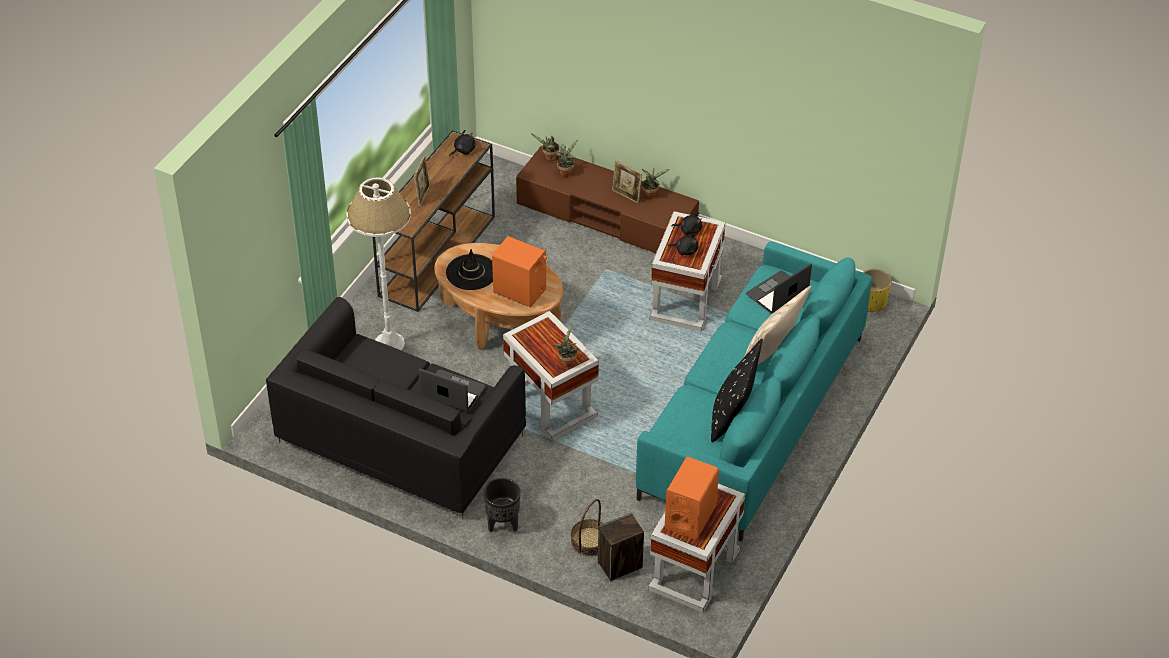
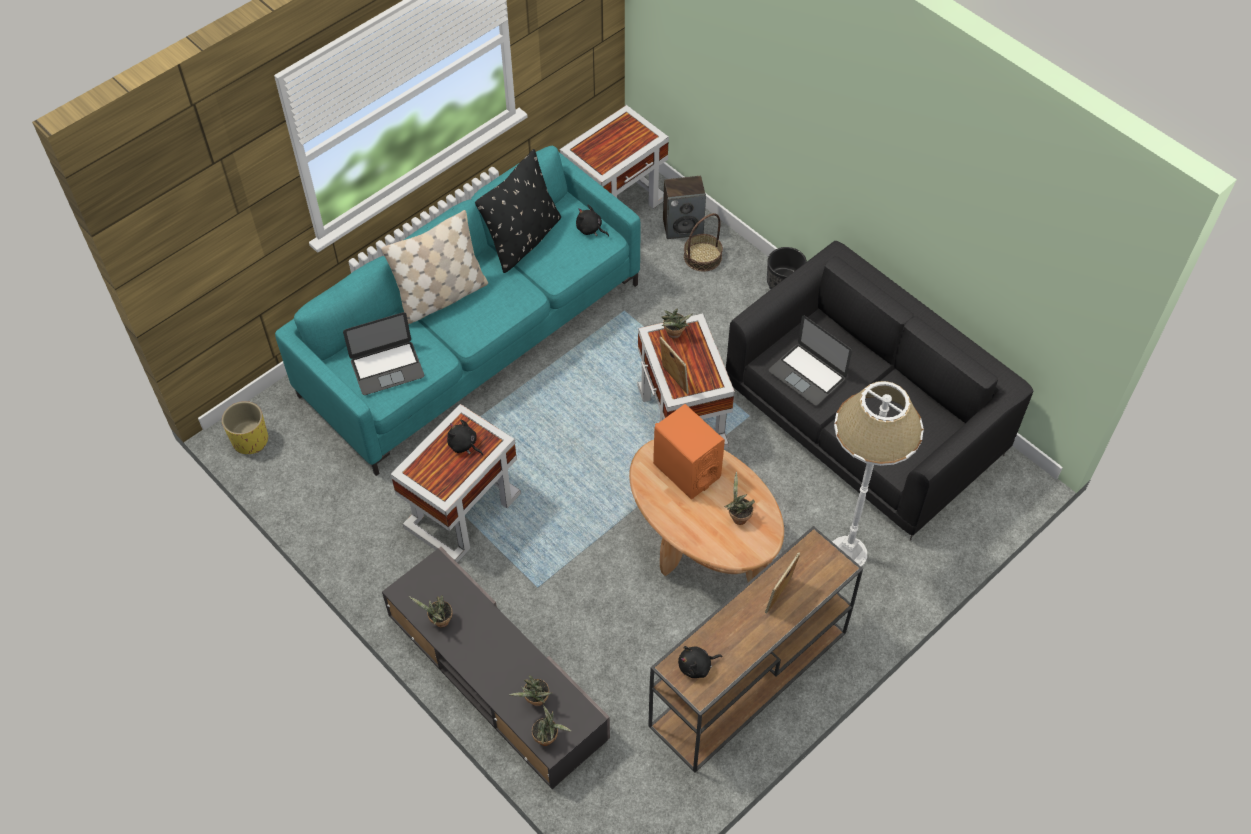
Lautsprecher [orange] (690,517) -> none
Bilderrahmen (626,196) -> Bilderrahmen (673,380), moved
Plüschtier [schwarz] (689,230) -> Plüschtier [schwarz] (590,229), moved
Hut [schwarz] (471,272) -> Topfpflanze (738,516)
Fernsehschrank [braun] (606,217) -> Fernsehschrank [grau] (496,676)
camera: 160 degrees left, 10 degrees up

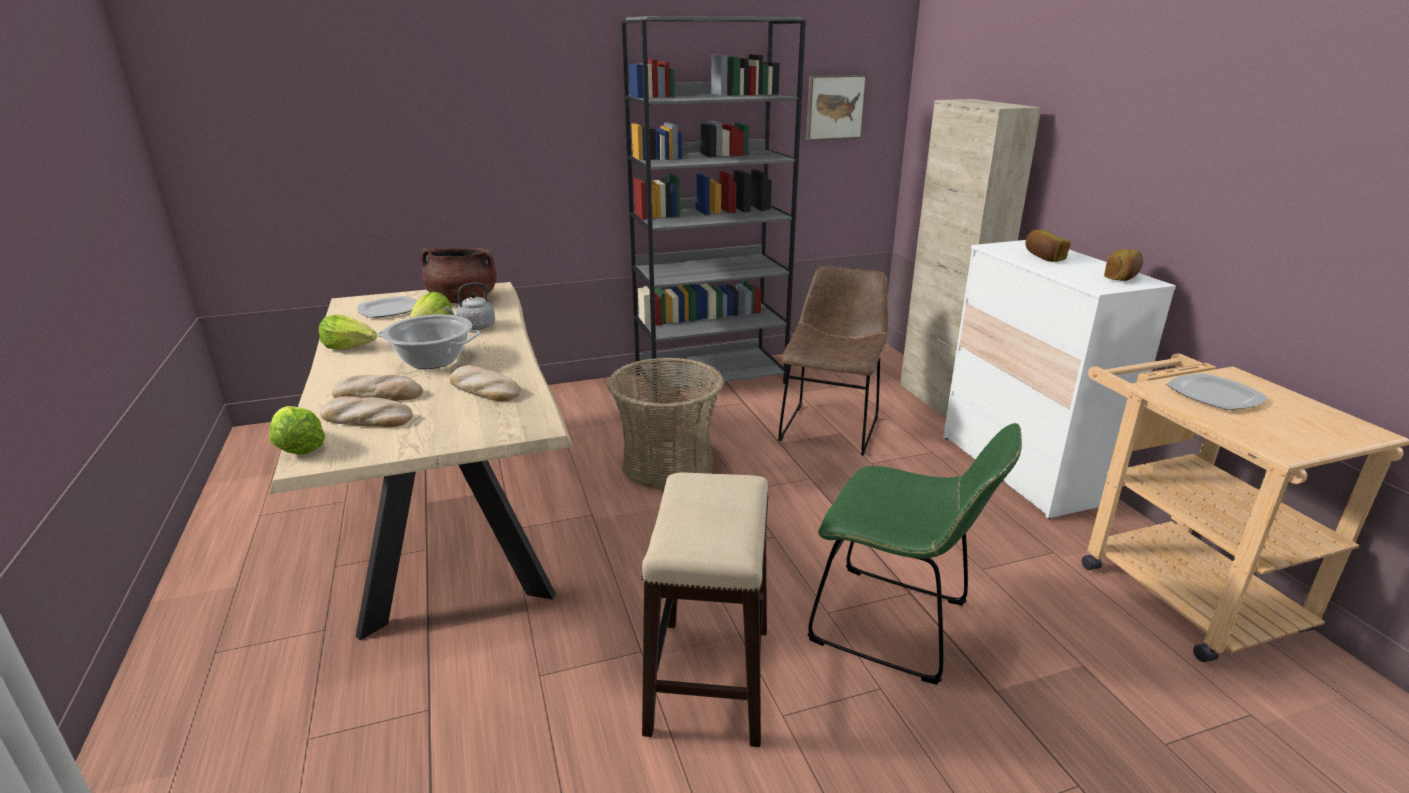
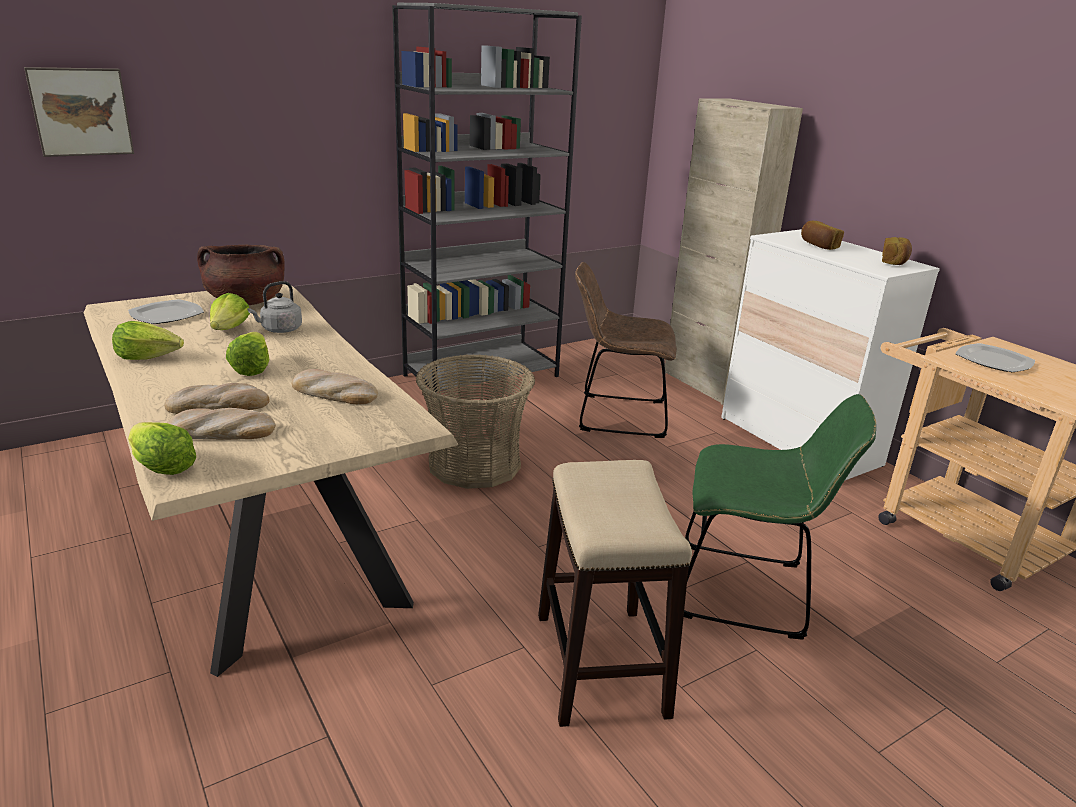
Bild (834,107) -> Bild (81,111), moved
Kochtopf (432,360) -> Salatkopf (255,366)
Stuhl [braun] (830,427) -> Stuhl [braun] (616,415), 90 degrees counterclockwise
camera: 15 degrees left, 0 degrees up

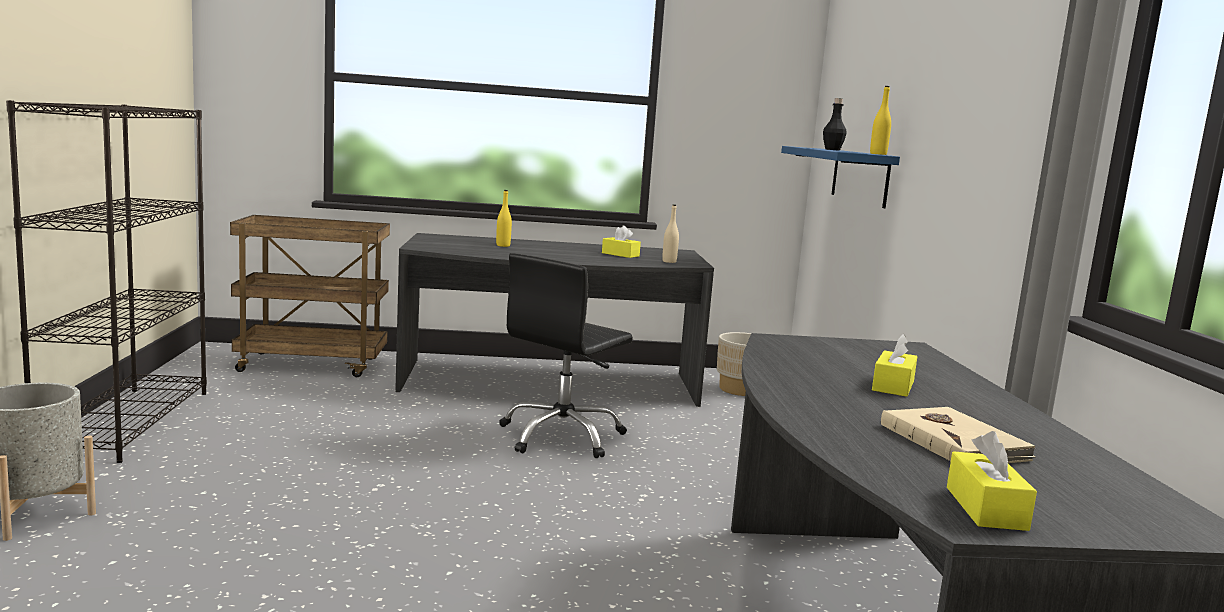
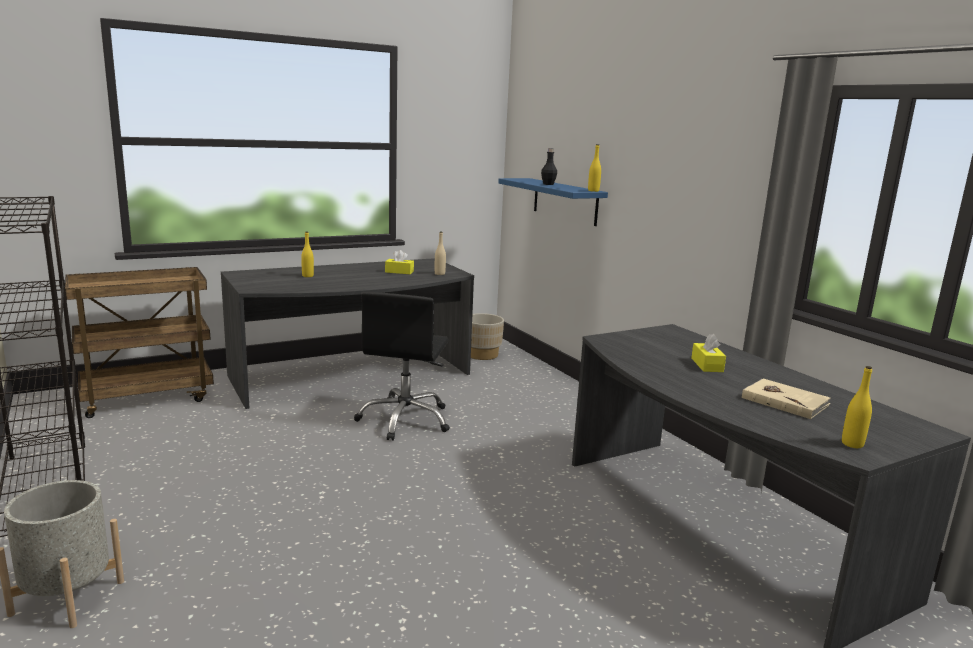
Taschentuchbox [gelb] (986,508) -> Flasche [gelb] (852,444)
camera: 25 degrees left, 5 degrees up

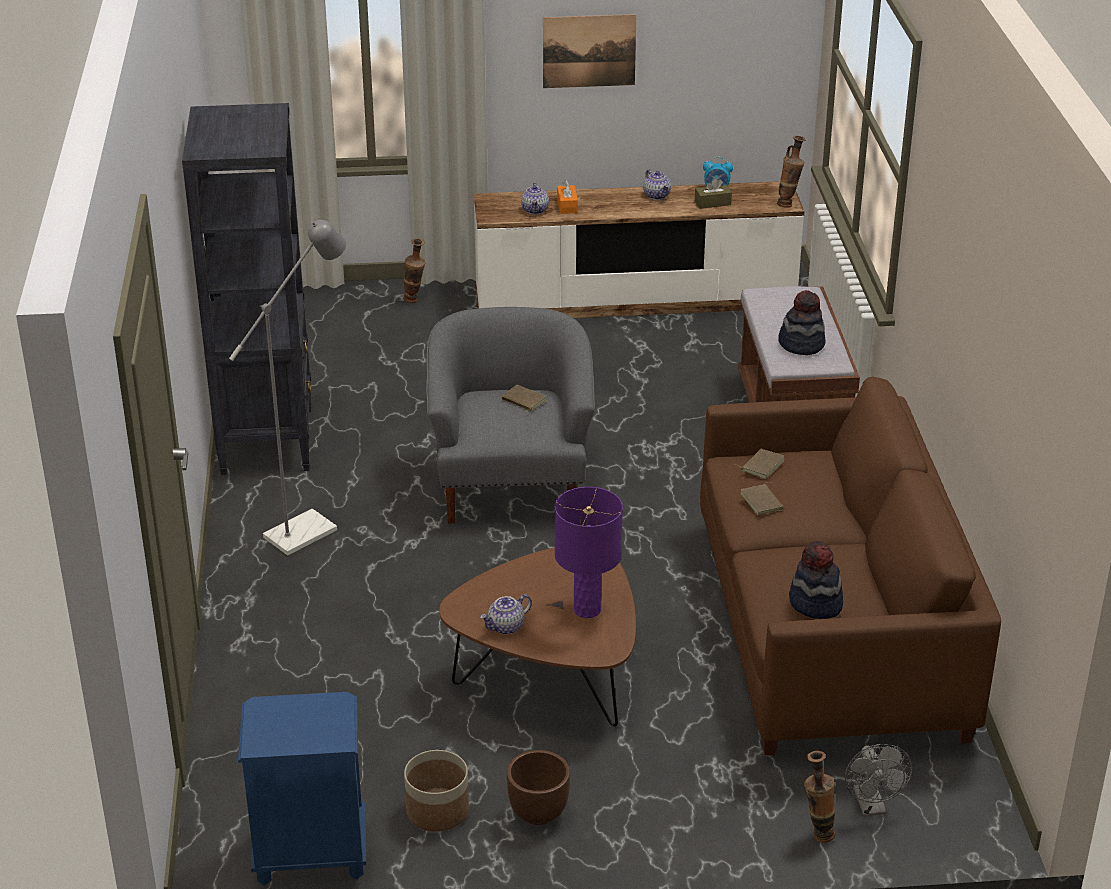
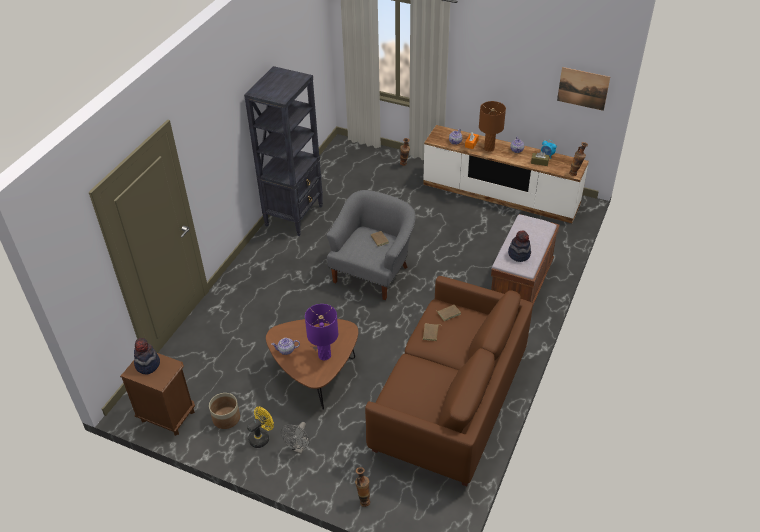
Stehlampe [grau] (310,528) -> none
none -> Tischlampe [braun] (489,148)
Bild (589,51) -> Bild (583,88), moved
Hut (815,604) -> Hut (147,364), moved
Ventilator [grau] (872,807) -> Ventilator [grau] (299,448), moved
Pflanzkübel [braun] (538,814) -> Ventilator [gelb] (261,437)
Nachttisch [blau] (310,854) -> Nachttisch [braun] (167,416)
camera: 30 degrees right, 10 degrees up

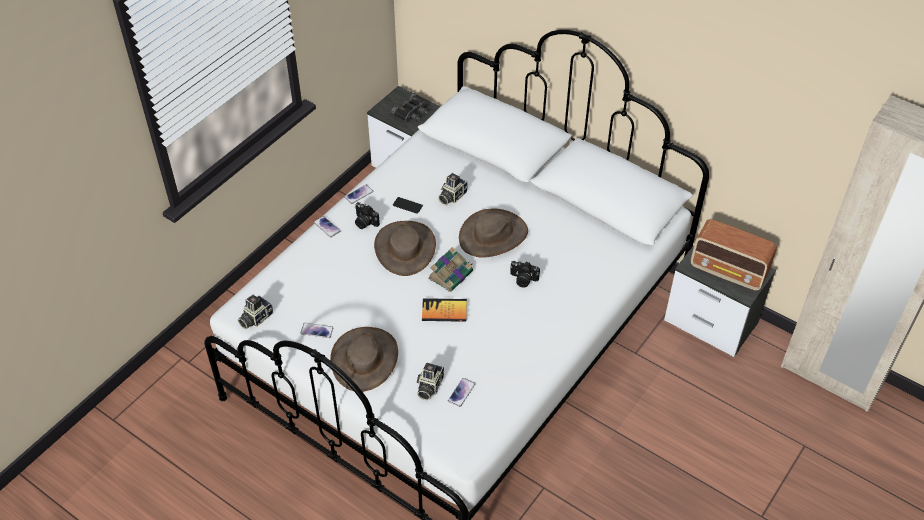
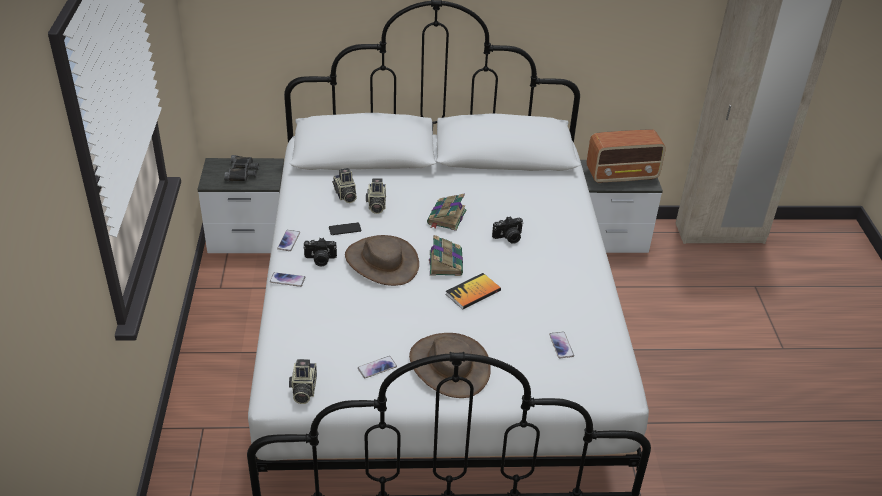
Kamera (429,386) -> Kamera (345,195), moved
Hut [braun] (493,235) -> Buch (446,218)
camera: 40 degrees left, 10 degrees down

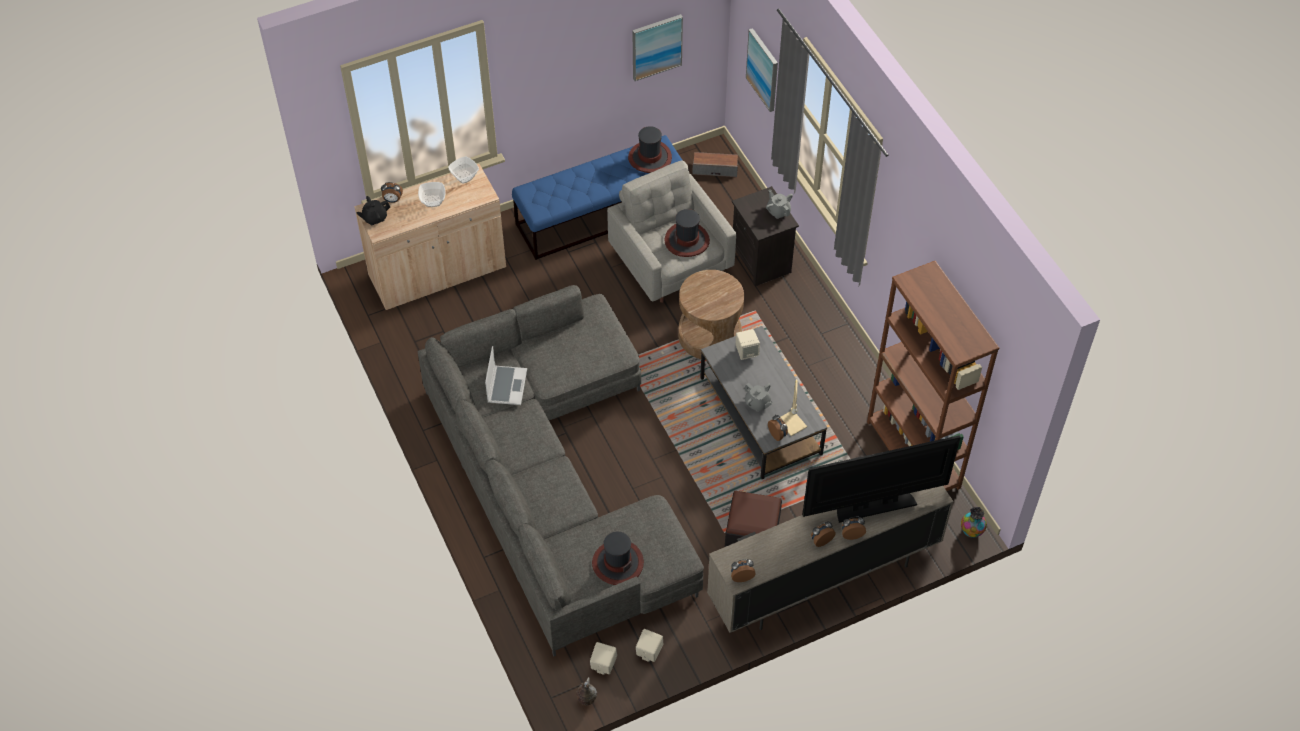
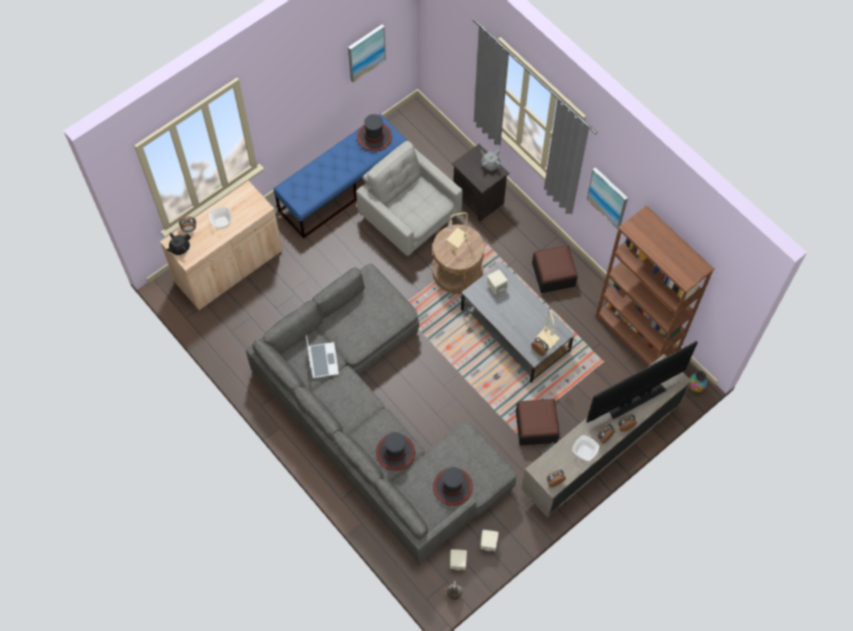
Lautsprecher (715,169) -> none
Teekanne [grau] (757,403) -> none
none -> Tischlampe [beige] (457,237)
none -> Polsterhocker (553,274)
Schüssel (464,176) -> Schüssel (584,451), moved
Hut (687,240) -> Hut (395,452), moved
Bild (763,69) -> Bild (608,197), moved
camera: 15 degrees left, 10 degrees up

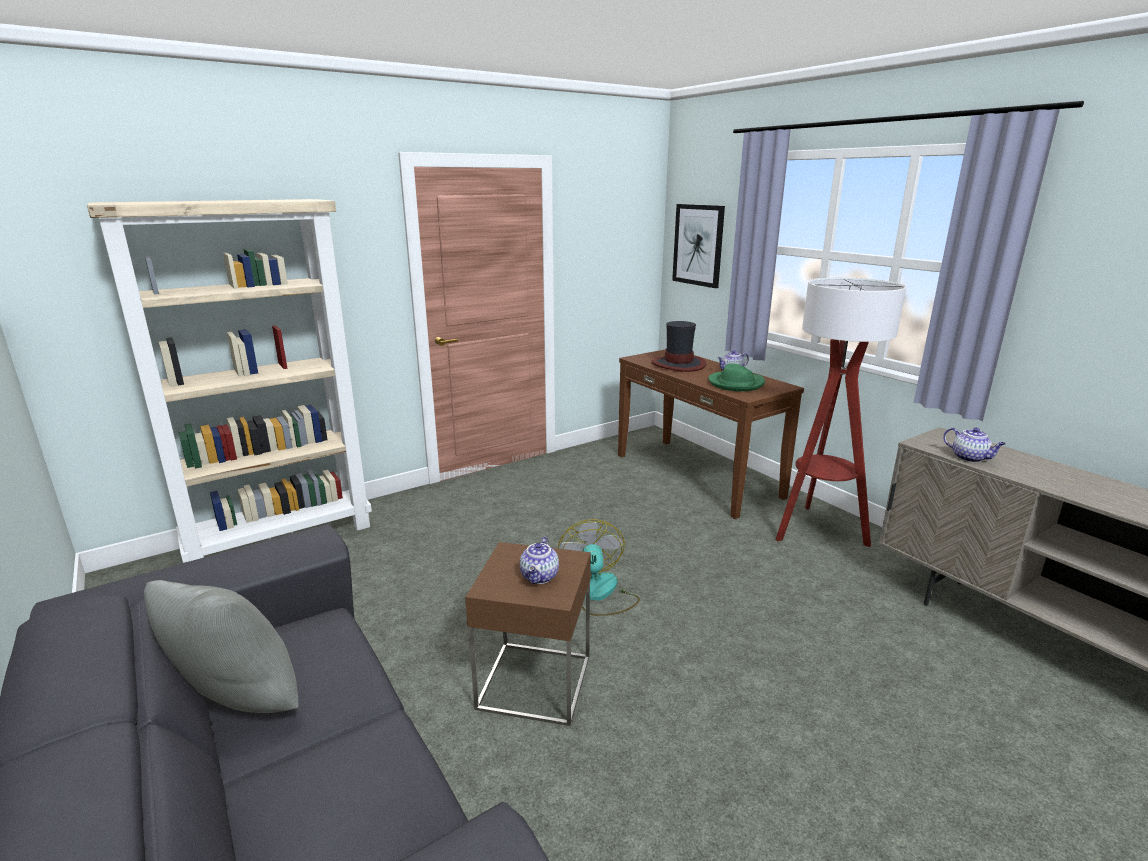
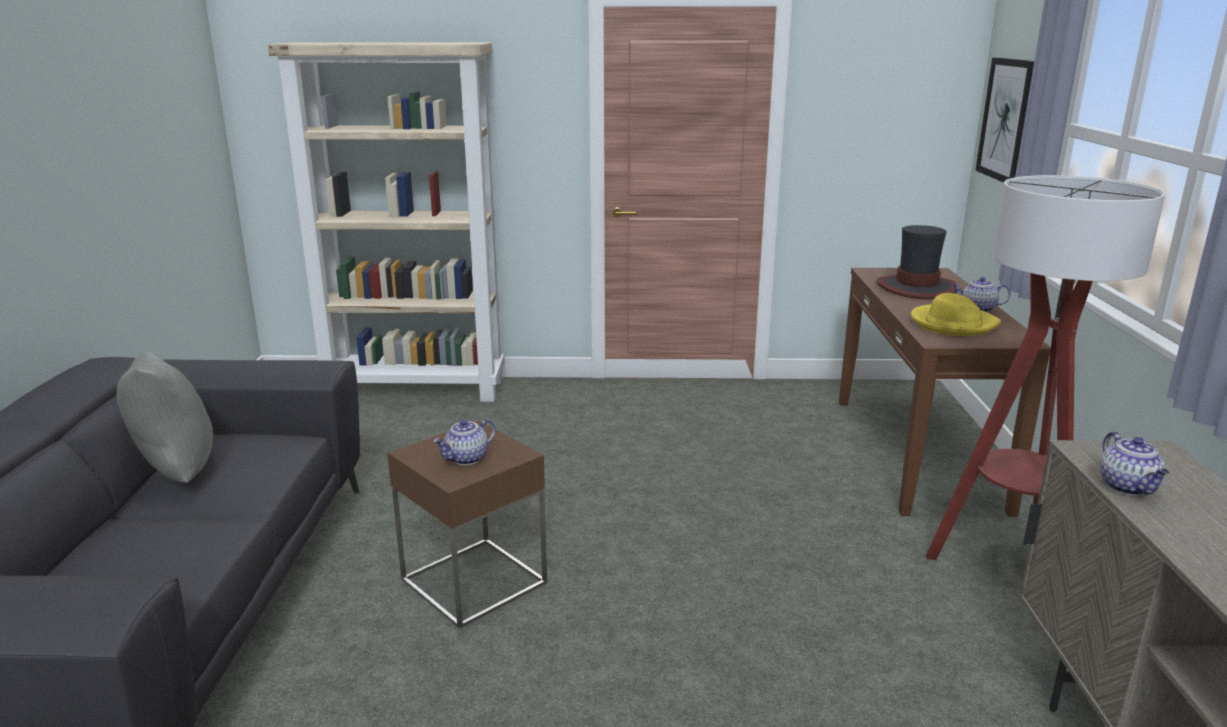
Ventilator (599,594) -> none
Hut [grün] (736,384) -> Hut [gelb] (952,324)
camera: 35 degrees right, 0 degrees up

